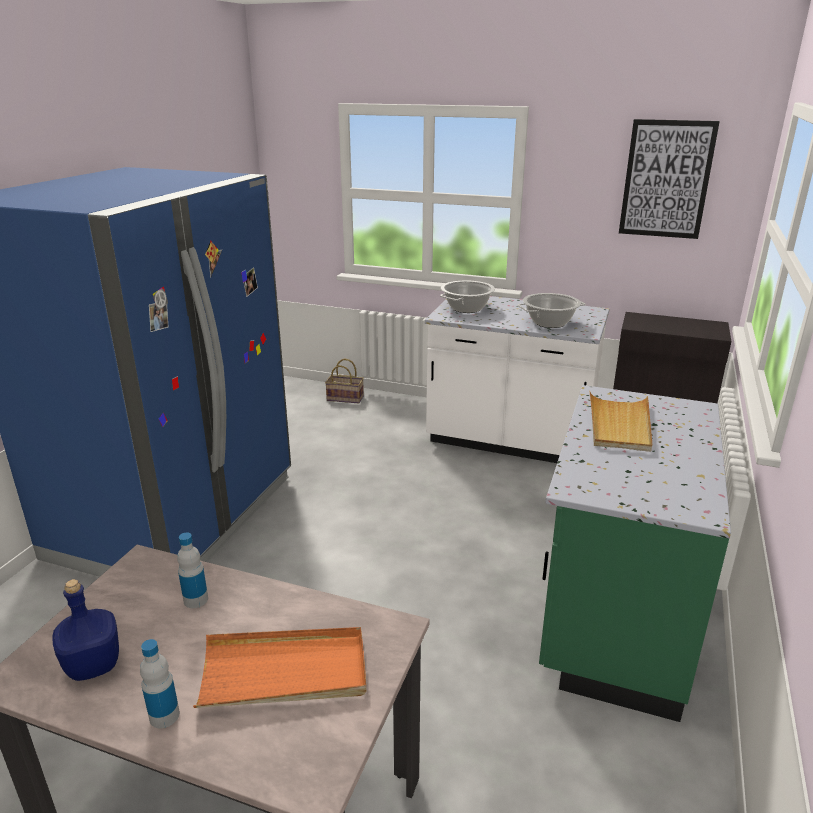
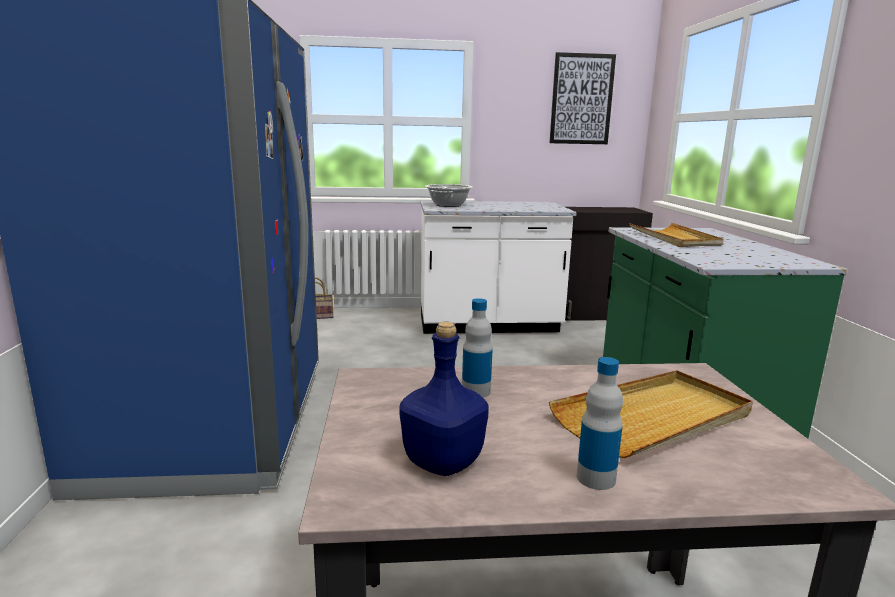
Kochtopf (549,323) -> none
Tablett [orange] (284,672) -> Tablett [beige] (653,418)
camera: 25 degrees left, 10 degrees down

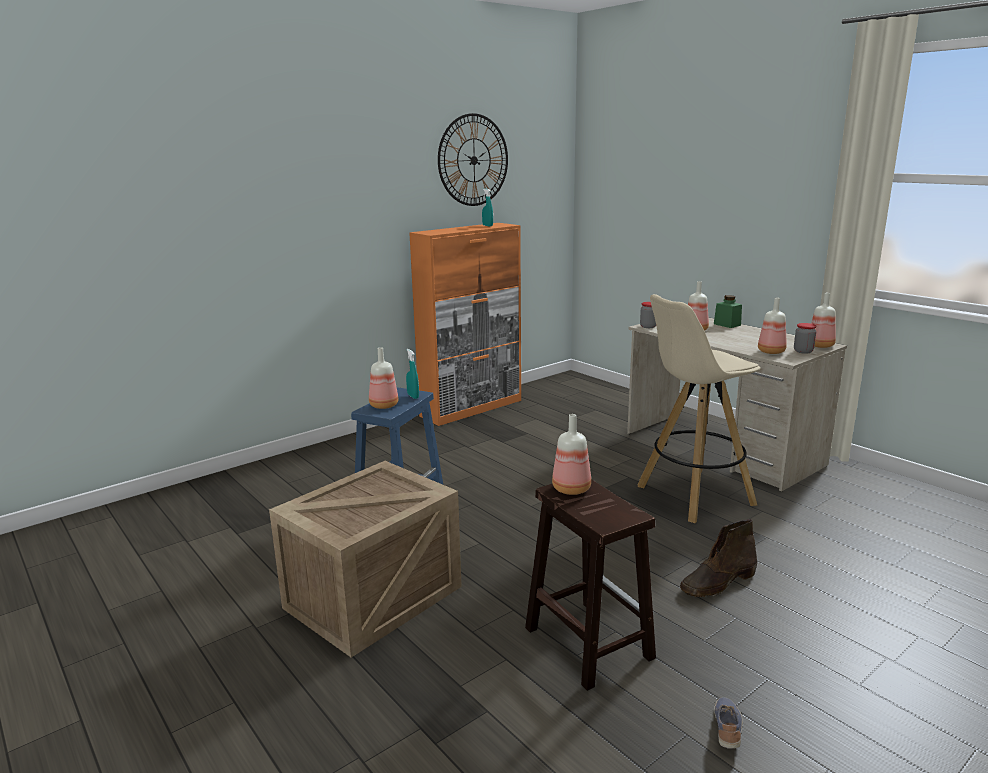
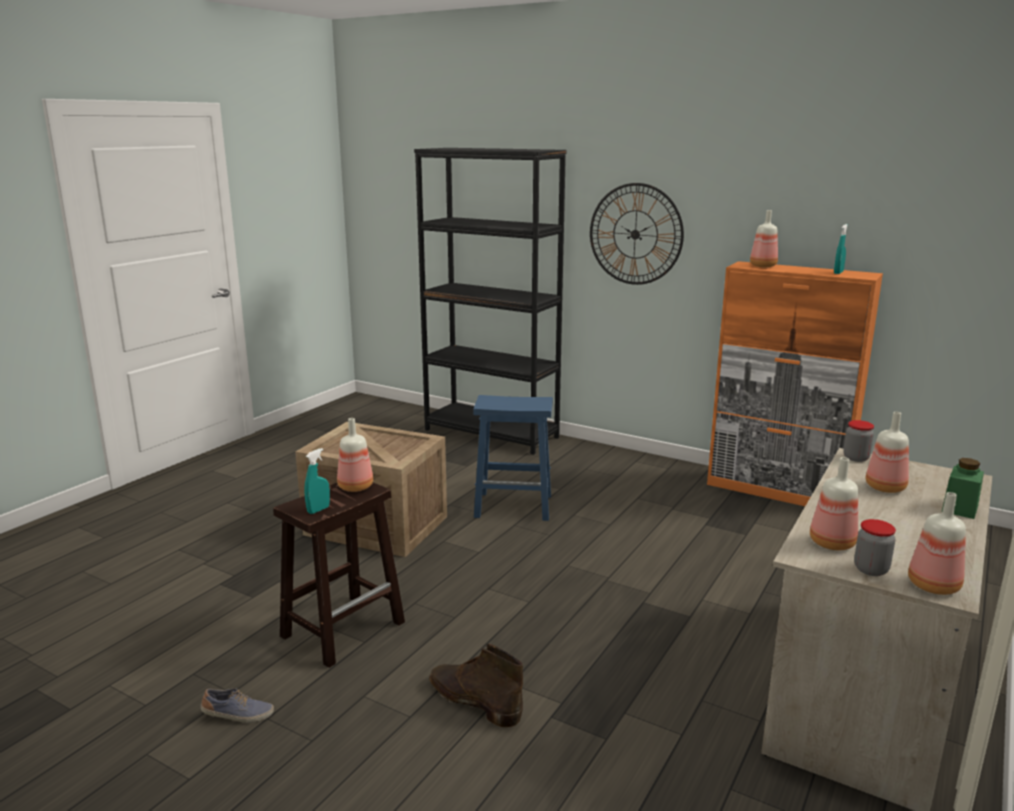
Hocker [beige] (693,496) -> none
none -> Bücherregal [schwarz] (491,433)
Flasche (383,406) -> Flasche (762,266), moved
Sprühflasche [türkis] (413,396) -> Sprühflasche [türkis] (318,510), moved
Wanduhr (473,160) -> Wanduhr (635,234), moved
camera: 70 degrees right, 0 degrees up

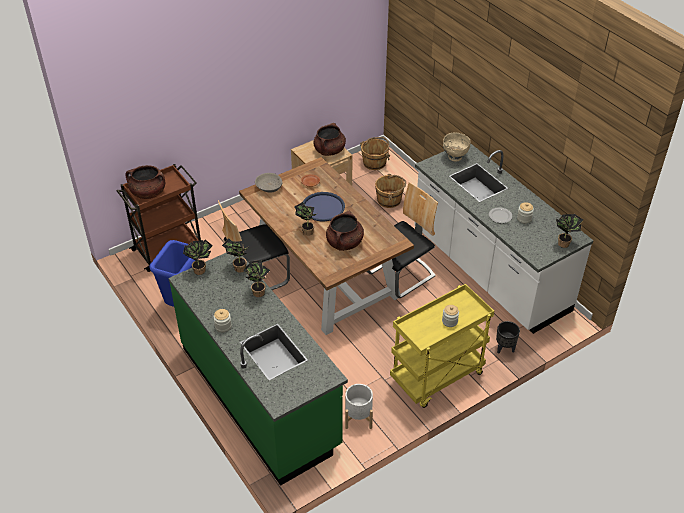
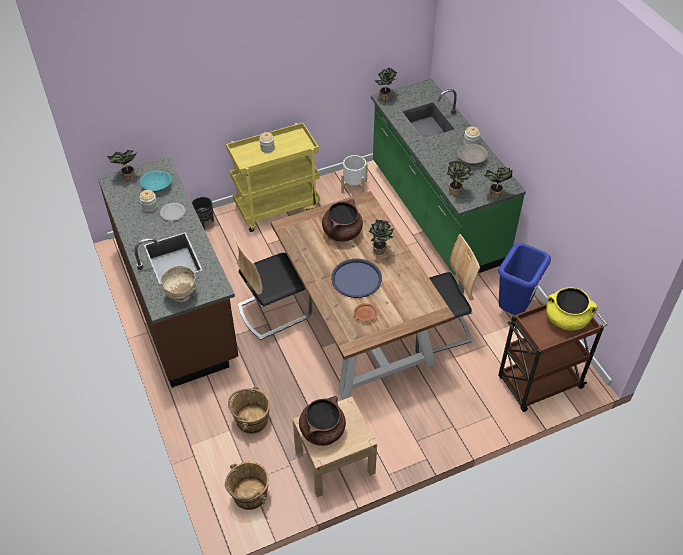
none -> Schüssel [türkis] (157,187)
Topfpflanze (257,291) -> Topfpflanze (385,98), moved
Schüssel [grau] (269,187) -> Schüssel [grau] (471,160), moved
Kochtopf [braun] (148,193) -> Kochtopf [gelb] (566,319)
Küchenzeile [weiß] (488,271) -> Küchenzeile [braun] (178,302)
camera: 170 degrees left, 5 degrees up

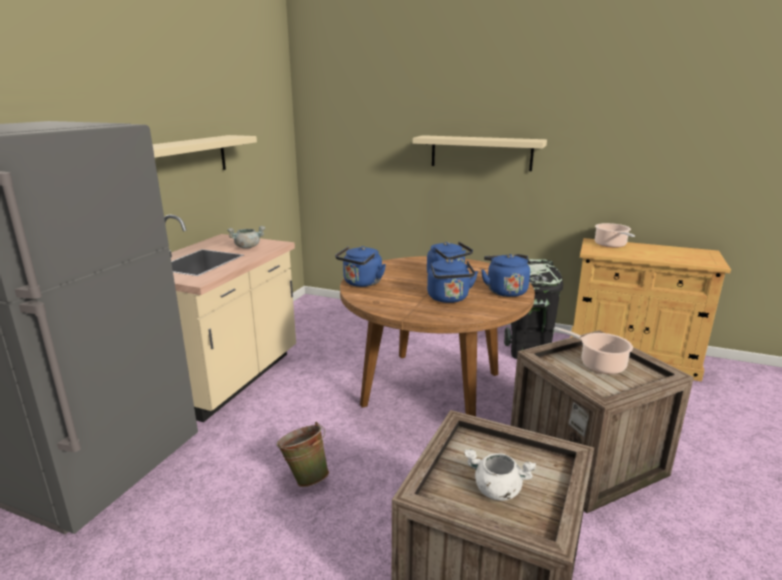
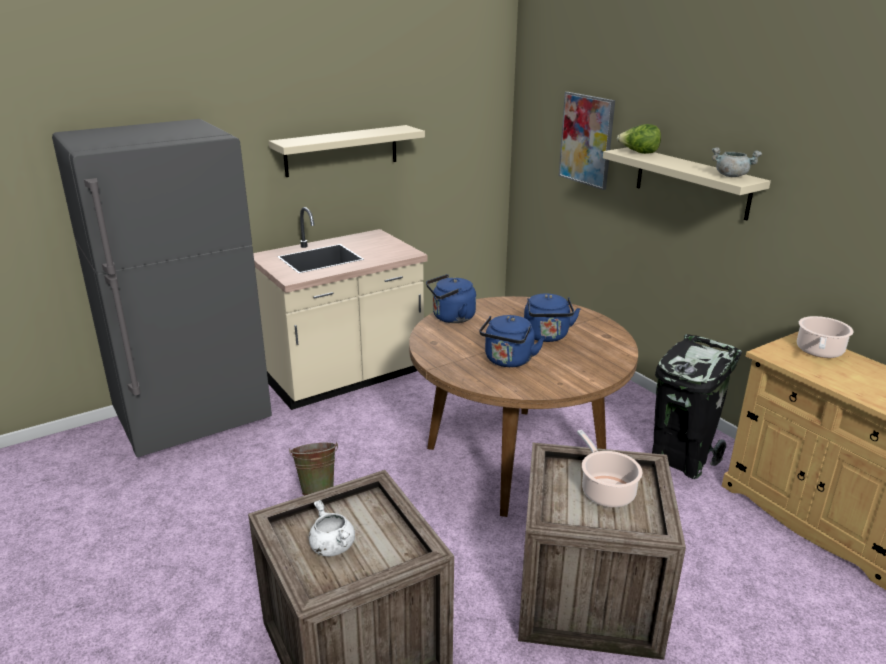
Wasserkessel [blau] (505,291) -> none
none -> Bild (586,140)
none -> Salatkopf (638,153)
Kochtopf [grau] (248,247) -> Kochtopf [grau] (731,176), moved
camera: 35 degrees right, 5 degrees up

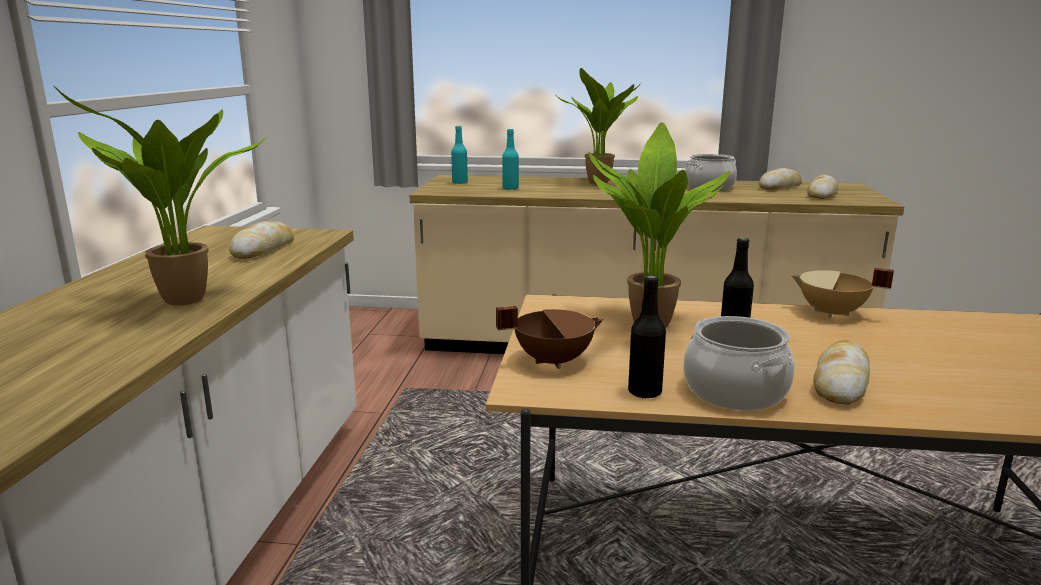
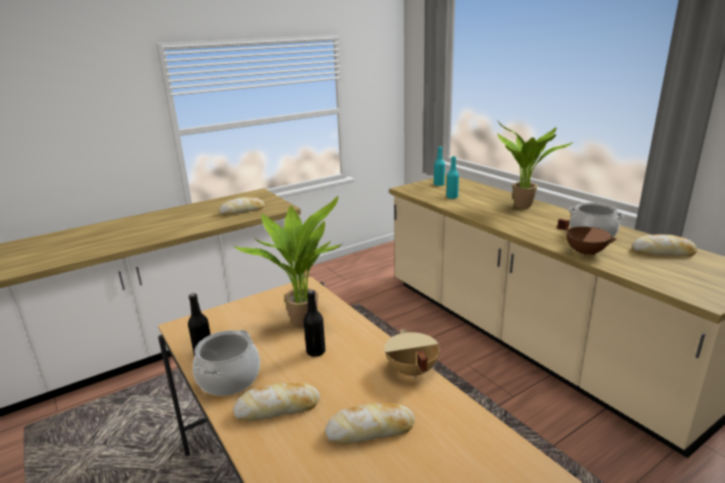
Topfpflanze (185,303) -> none
Kochtopf [braun] (552,360) -> Kochtopf [braun] (585,252), moved
Brot (822,195) -> Brot (370,430), moved
camera: 50 degrees right, 5 degrees up

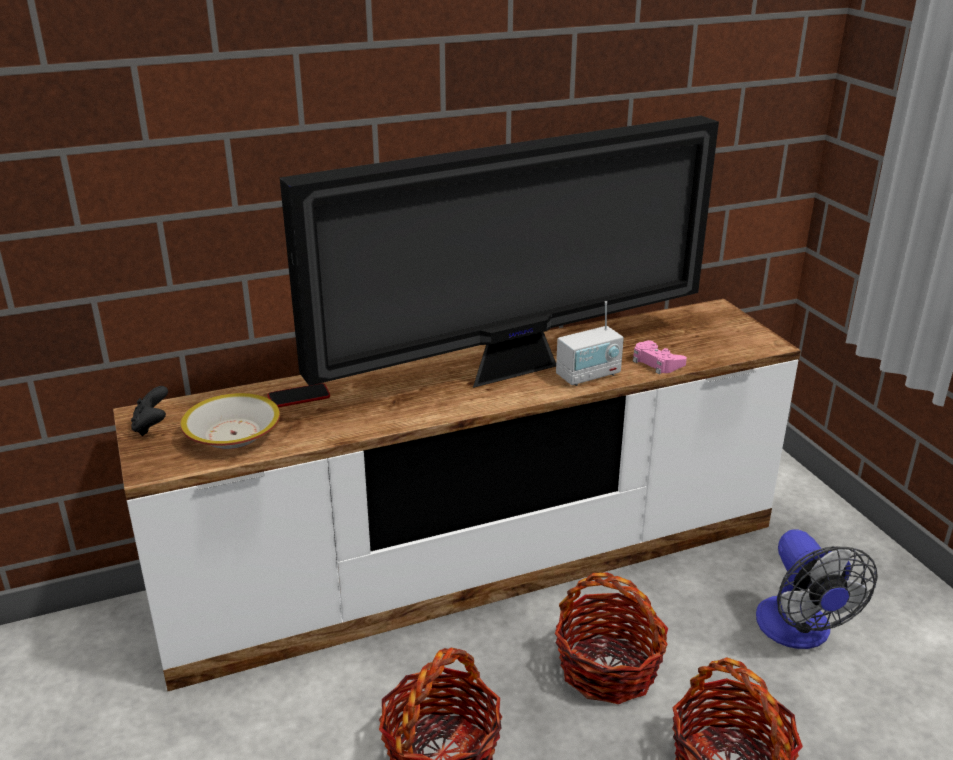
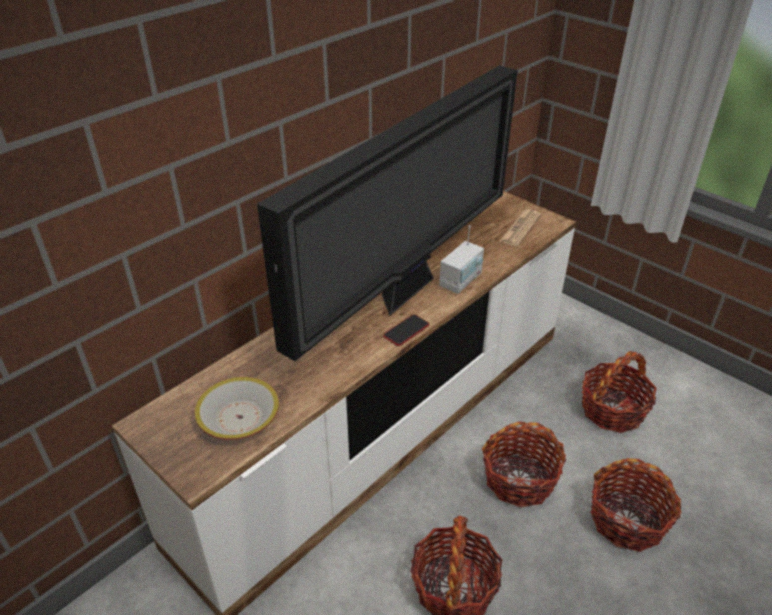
Gamepad [schwarz] (152,426) -> none
Gamepad [rosa] (656,362) -> none
none -> Zeitung (520,228)
Handy (299,397) -> Handy (406,331), moved
Ventilator (799,632) -> Korb (612,410)
camera: 25 degrees left, 10 degrees up

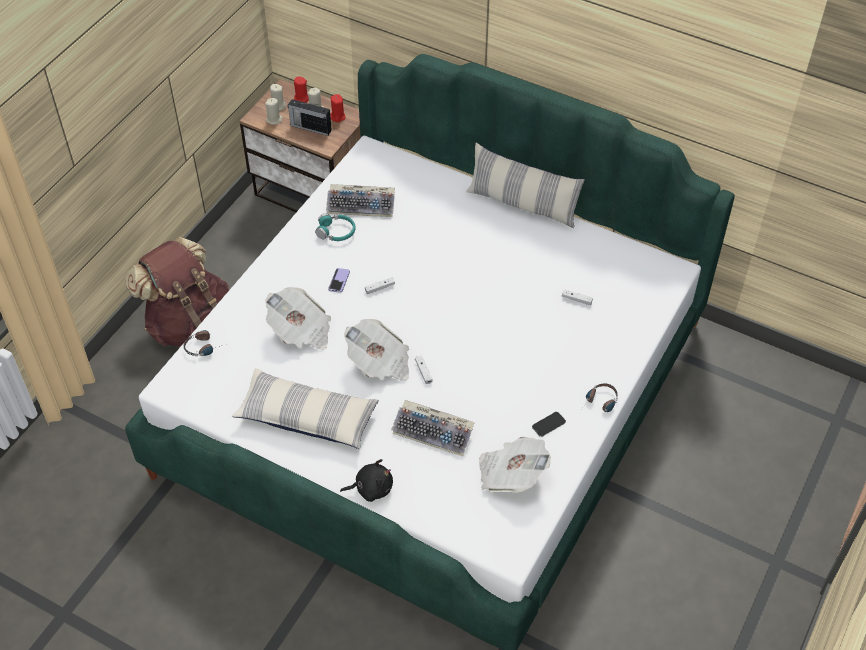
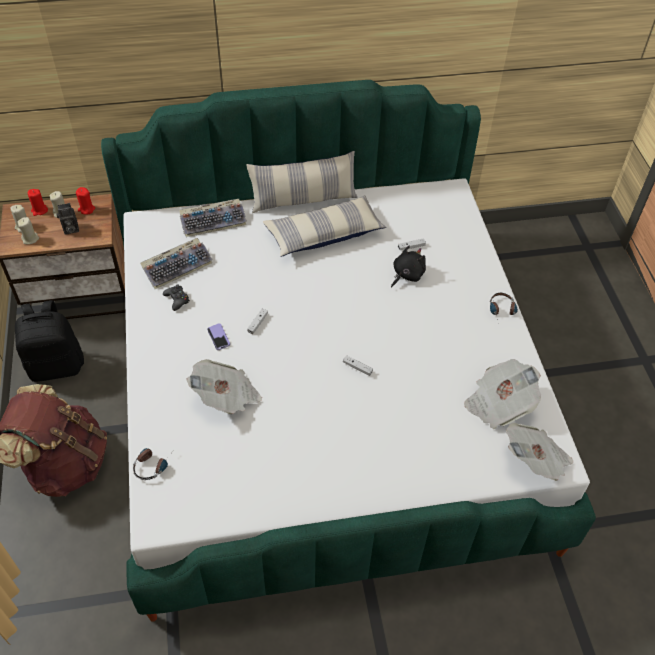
Handy (548,424) -> none
none -> Rucksack [schwarz] (56,365)
Kissen (307,417) -> Kissen (324,234), moved
Plüschtier [schwarz] (371,488) -> Plüschtier [schwarz] (407,275), moved
Zeitung (380,363) -> Zeitung (536,461), moved
Tastatur (434,432) -> Tastatur (214,221), moved
Radio (310,127) -> Kamera (70,229)
Kopfhörer [türkis] (336,232) -> Gamepad [schwarz] (177,300)
camera: 40 degrees left, 0 degrees up

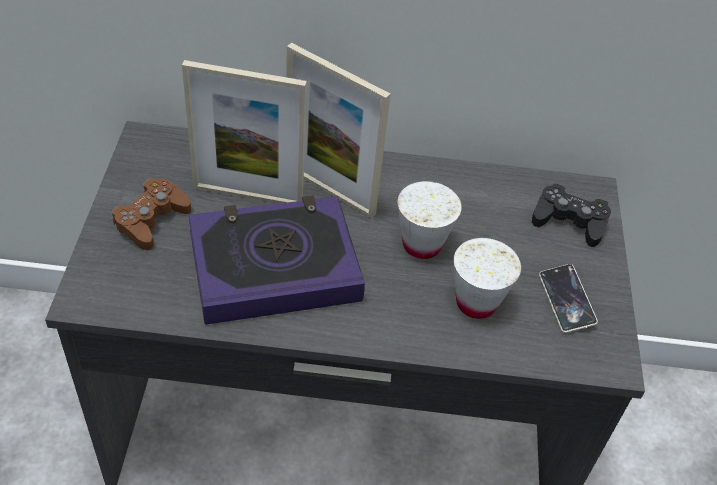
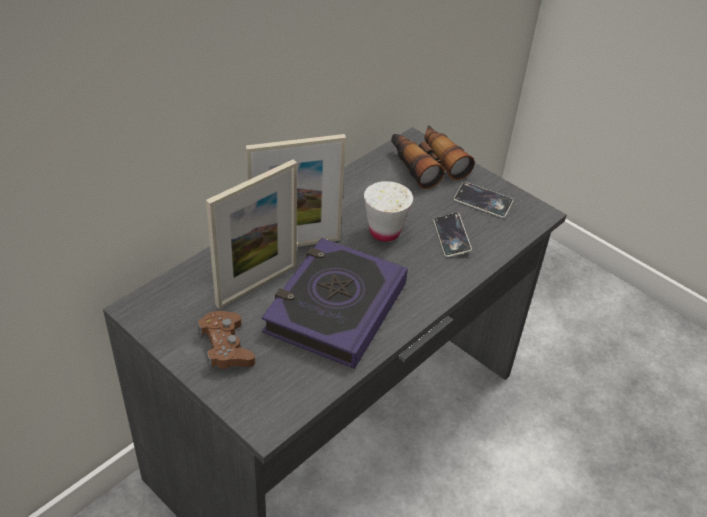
Tasse [weiß] (476,303) -> Handy (451,237)
Gamepad [schwarz] (569,221) -> Fernglas (426,164)
camera: 50 degrees left, 5 degrees down

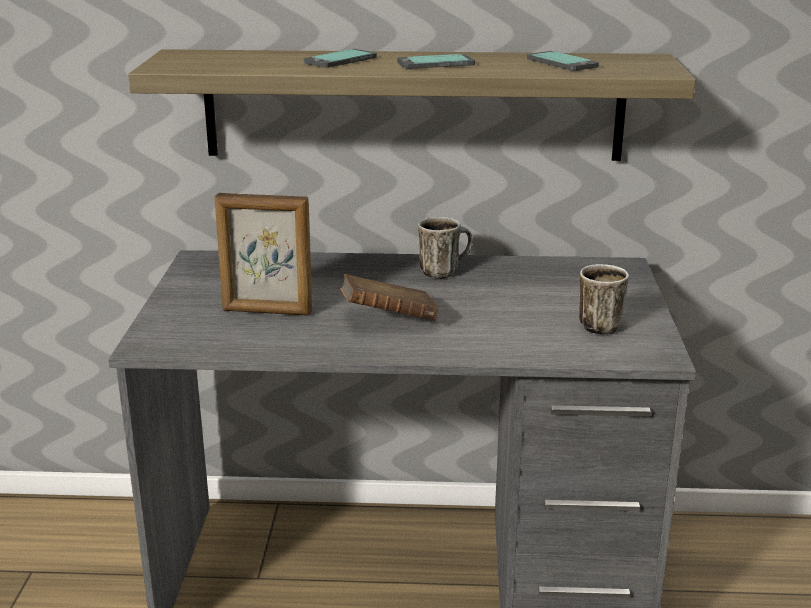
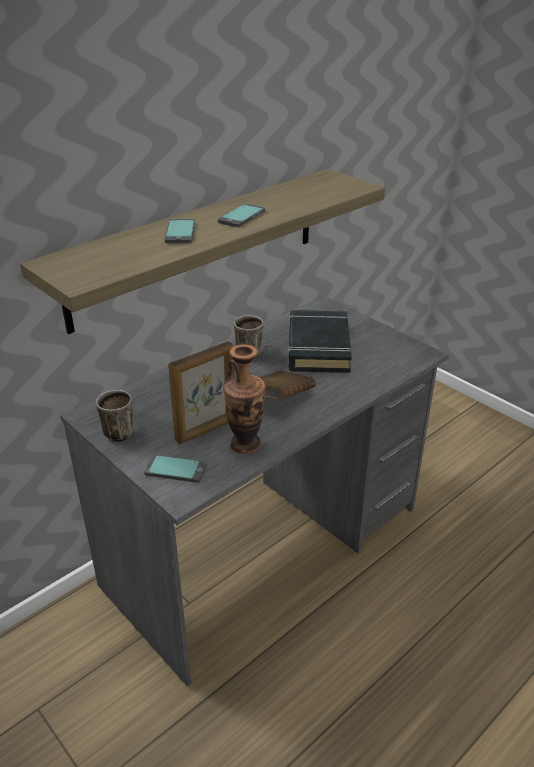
none -> Vase (245,444)
none -> Buch [schwarz] (318,347)
Handy (562,63) -> Handy (176,469), moved
Henkelbecher (602,325) -> Henkelbecher (118,431), moved
camera: 45 degrees left, 10 degrees up

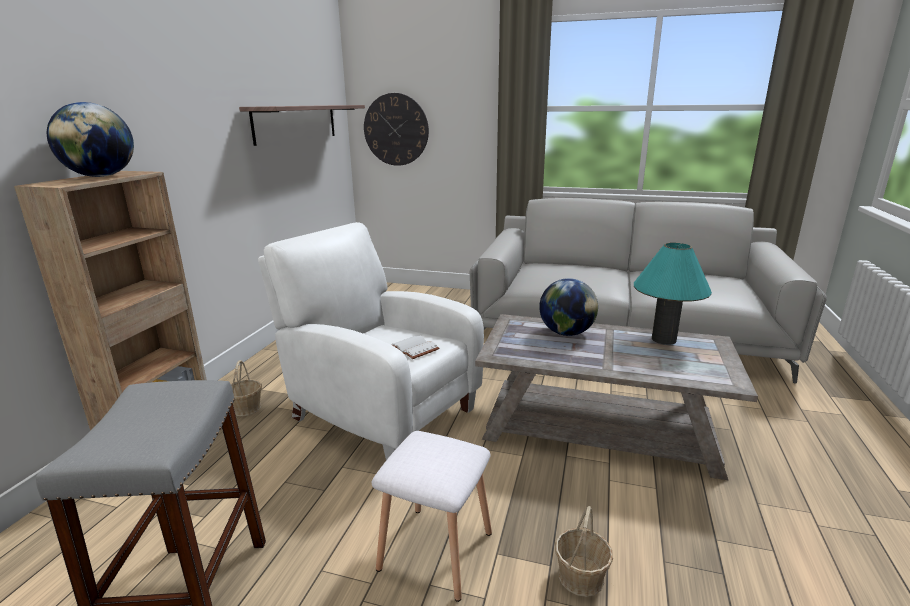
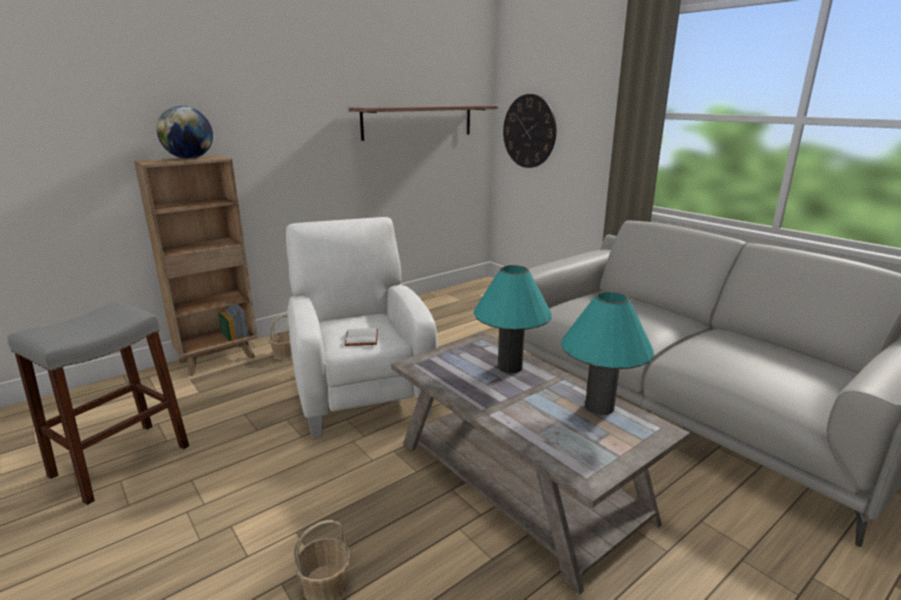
Hocker [weiß] (434,551) -> none
Globus (566,333) -> Tischlampe [türkis] (510,367)
camera: 35 degrees right, 0 degrees up

